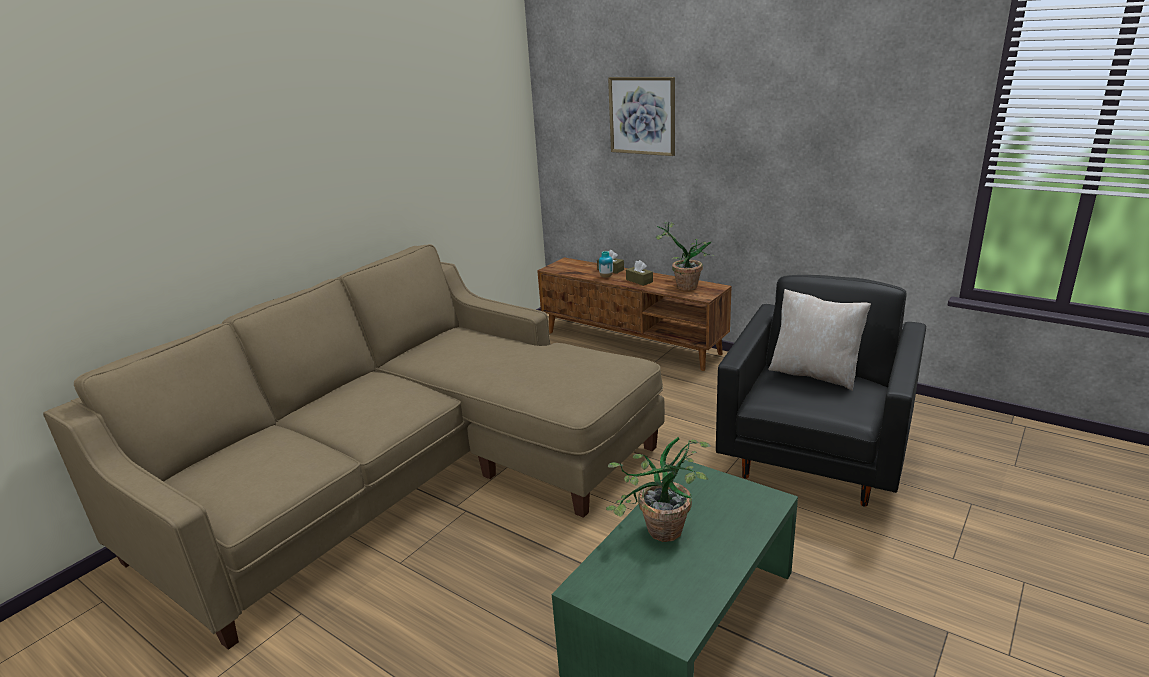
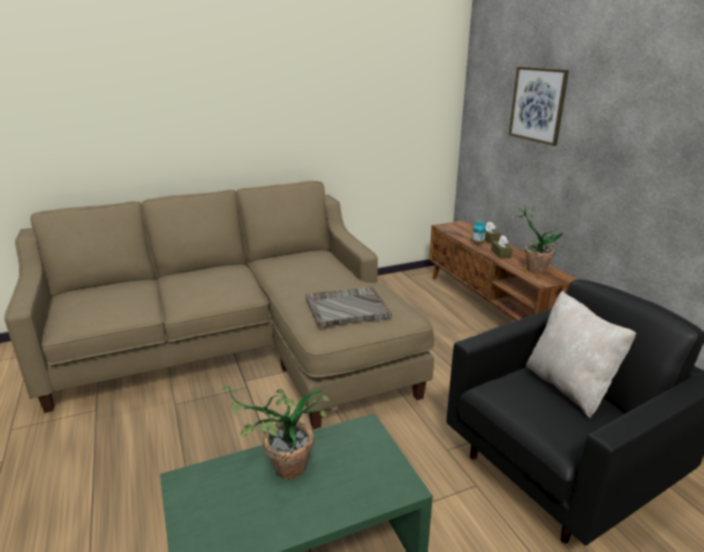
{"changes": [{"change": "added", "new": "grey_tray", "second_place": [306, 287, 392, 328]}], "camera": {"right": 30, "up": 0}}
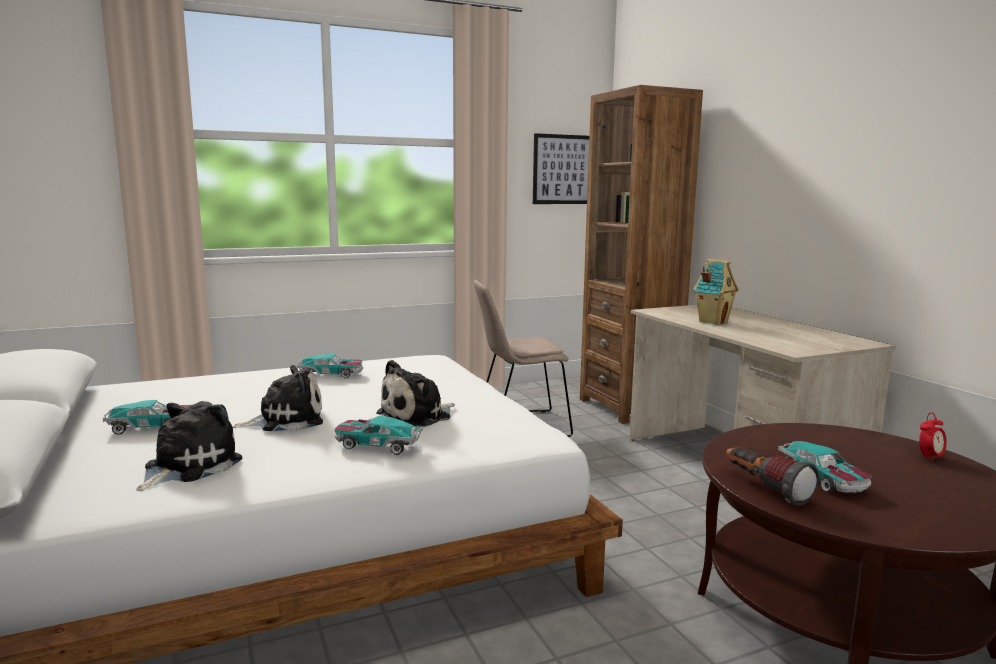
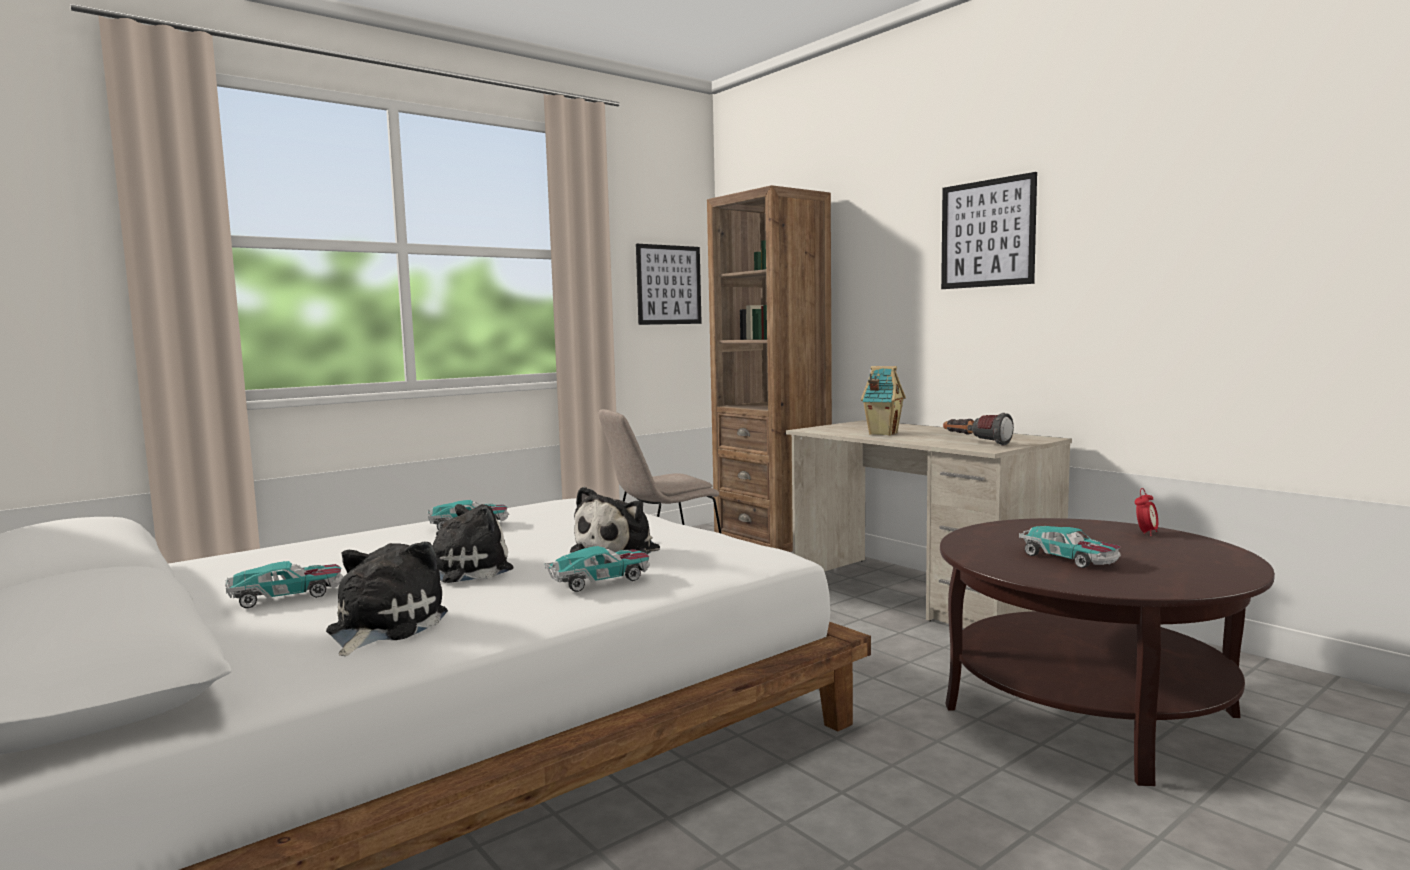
{"changes": [{"change": "turned", "old": "model_car", "first_place": [334, 416, 423, 455], "second_place": [545, 546, 650, 592], "degrees": 150}, {"change": "added", "new": "picture", "second_place": [941, 172, 1037, 289]}, {"change": "moved", "old": "hand_torch", "first_place": [726, 447, 819, 506], "second_place": [943, 413, 1014, 445]}], "camera": {"right": -15, "up": -5}}
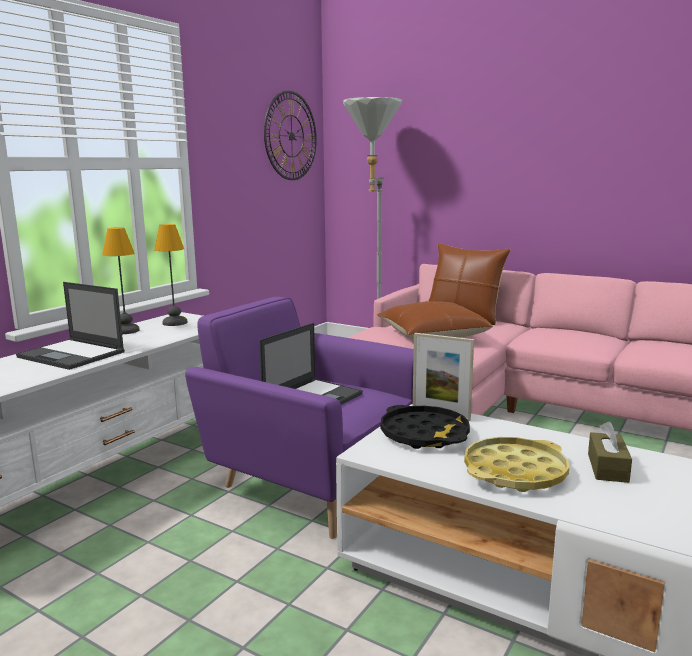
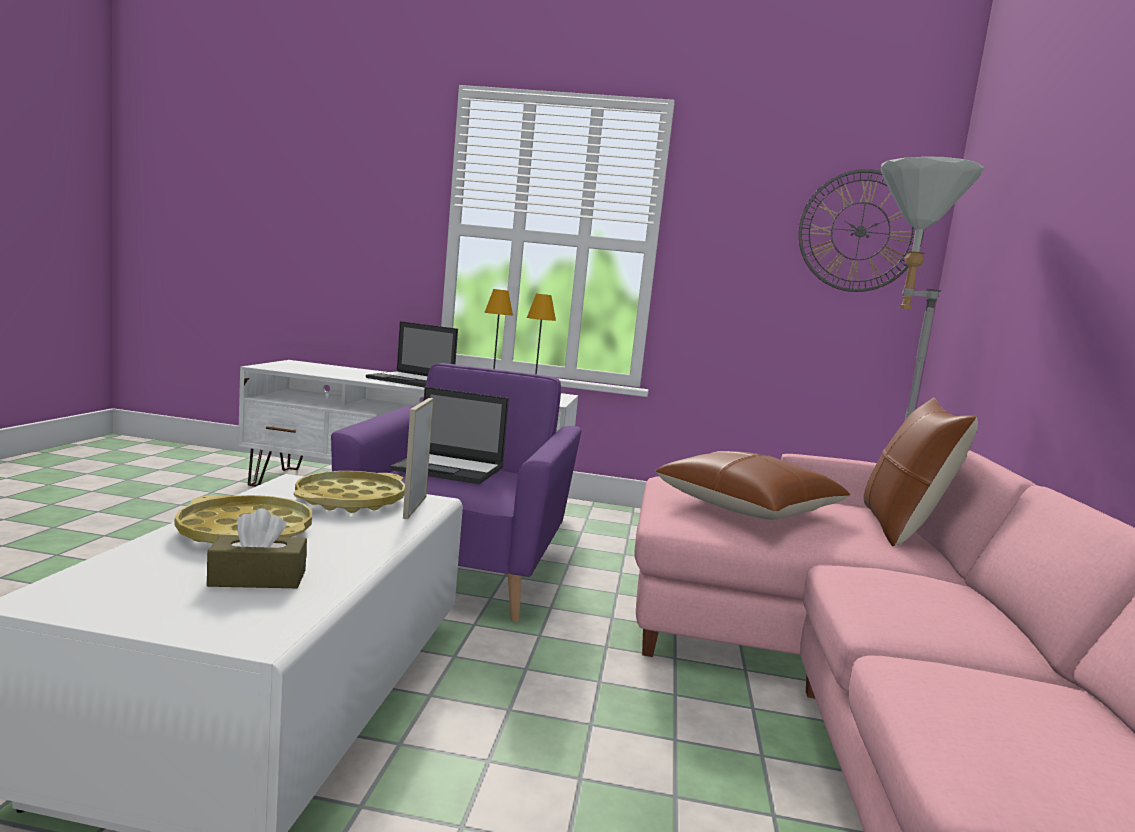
{"changes": [{"change": "recoloured", "old": "black_tray", "new": "yellow_tray", "first_place": [381, 405, 470, 449], "second_place": [294, 471, 405, 513]}, {"change": "turned", "old": "portable_computer", "first_place": [16, 282, 125, 370], "second_place": [366, 321, 458, 387], "degrees": -75}], "camera": {"right": 65, "up": -5}}
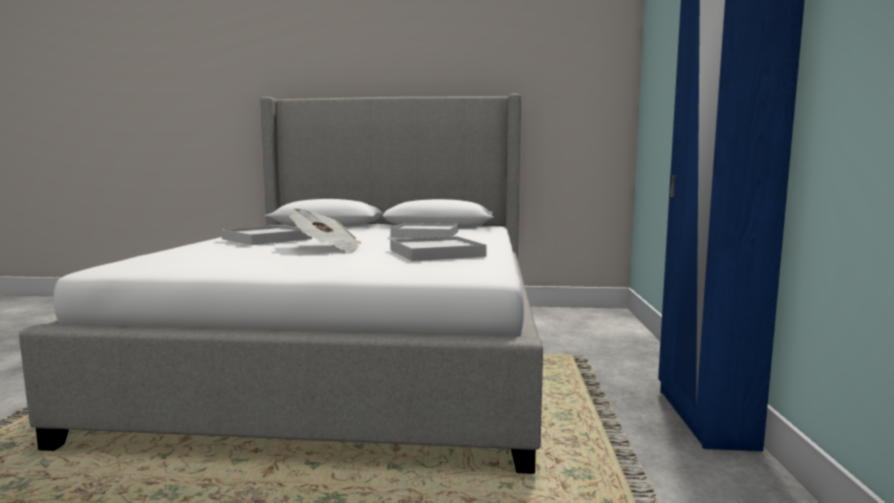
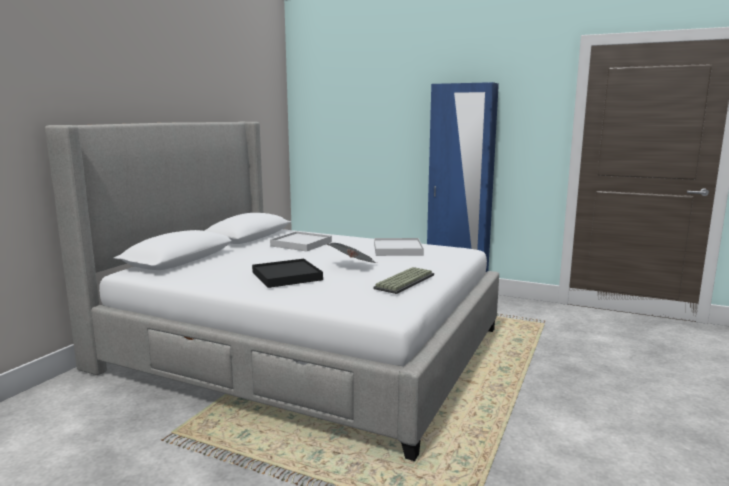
{"changes": [{"change": "recoloured", "old": "white_tray", "new": "black_tray", "first_place": [221, 225, 312, 245], "second_place": [252, 259, 323, 288]}, {"change": "added", "new": "keyboard", "second_place": [373, 267, 434, 294]}], "camera": {"right": -70, "up": 5}}
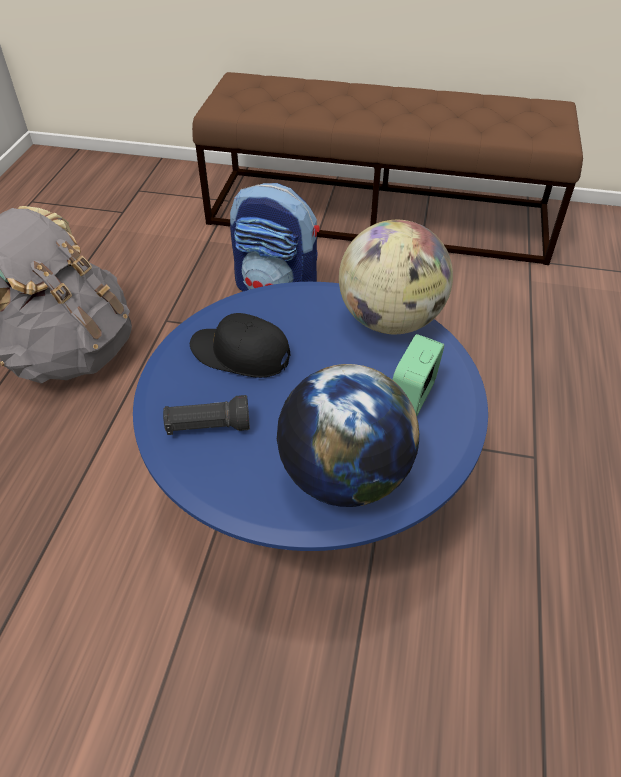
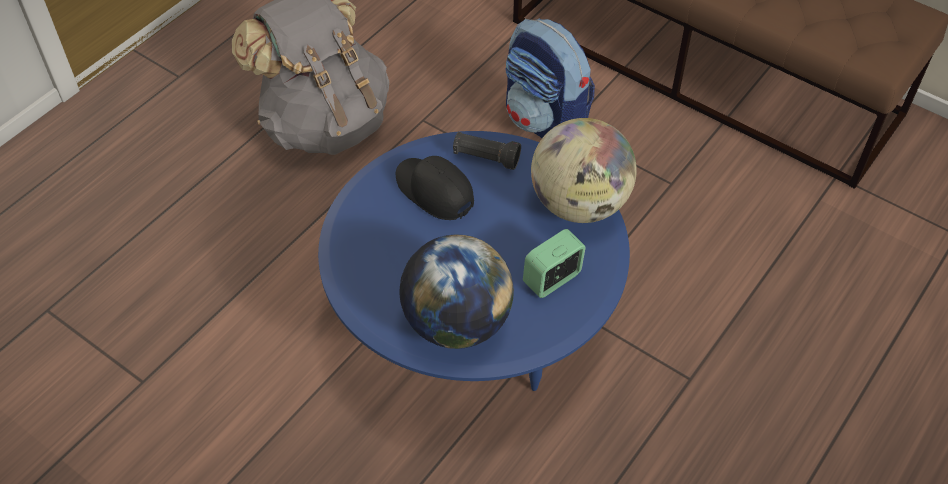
{"changes": [{"change": "moved", "old": "black_hand_torch", "first_place": [163, 395, 250, 435], "second_place": [453, 132, 521, 170]}], "camera": {"right": 25, "up": 5}}
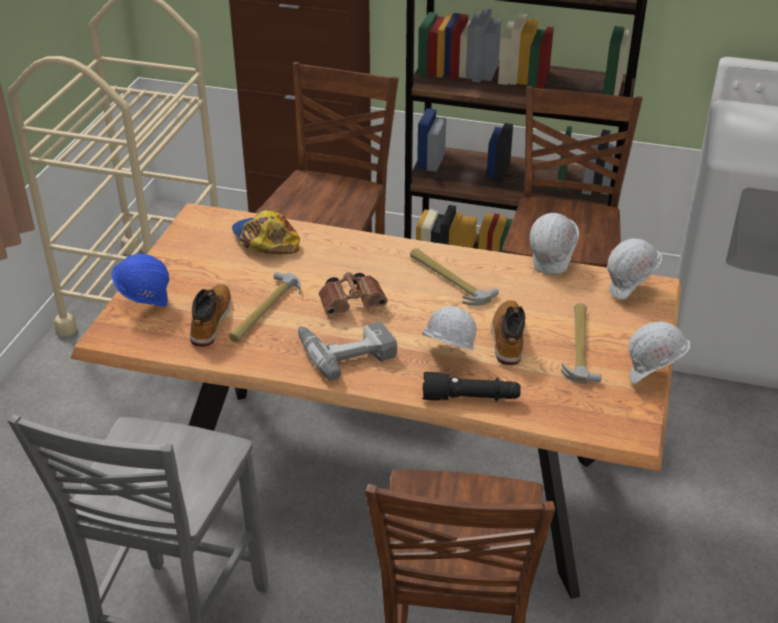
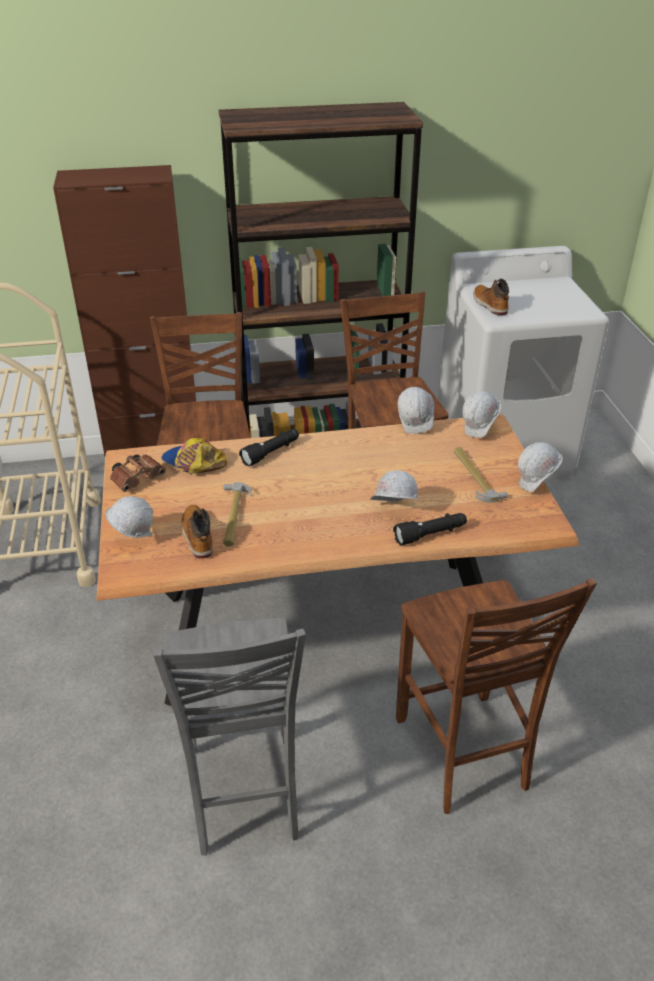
{"changes": [{"change": "recoloured", "old": "blue-coloured_hard_hat", "new": "white_hard_hat", "first_place": [112, 254, 169, 307], "second_place": [105, 496, 153, 538]}, {"change": "moved", "old": "brown_pair_of_binoculars", "first_place": [319, 272, 388, 316], "second_place": [110, 454, 166, 492]}, {"change": "added", "new": "black_hand_torch", "second_place": [239, 429, 299, 466]}, {"change": "moved", "old": "high-top_boot", "first_place": [491, 300, 526, 365], "second_place": [474, 278, 509, 315]}, {"change": "removed", "old": "drill", "first_place": [298, 321, 397, 381]}, {"change": "removed", "old": "hand_hammer", "first_place": [410, 248, 499, 306]}], "camera": {"right": -25, "up": 0}}
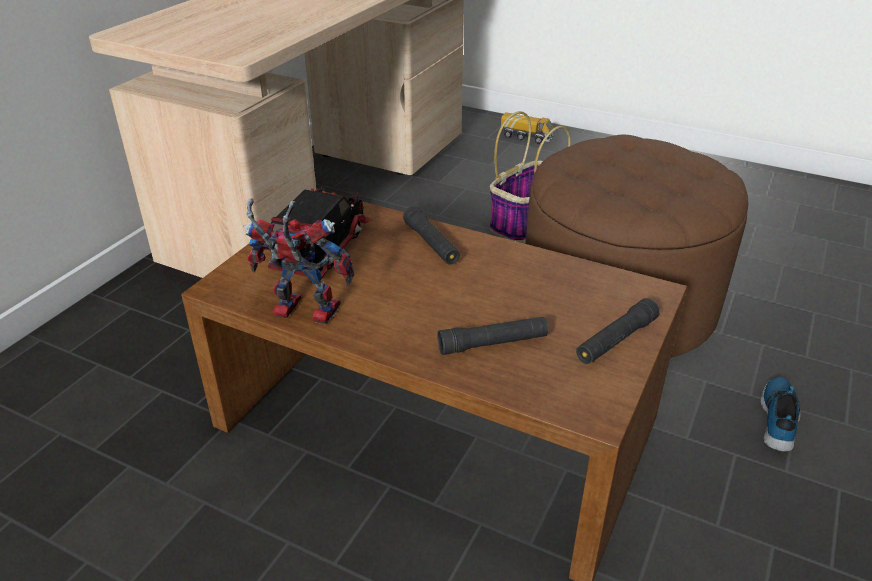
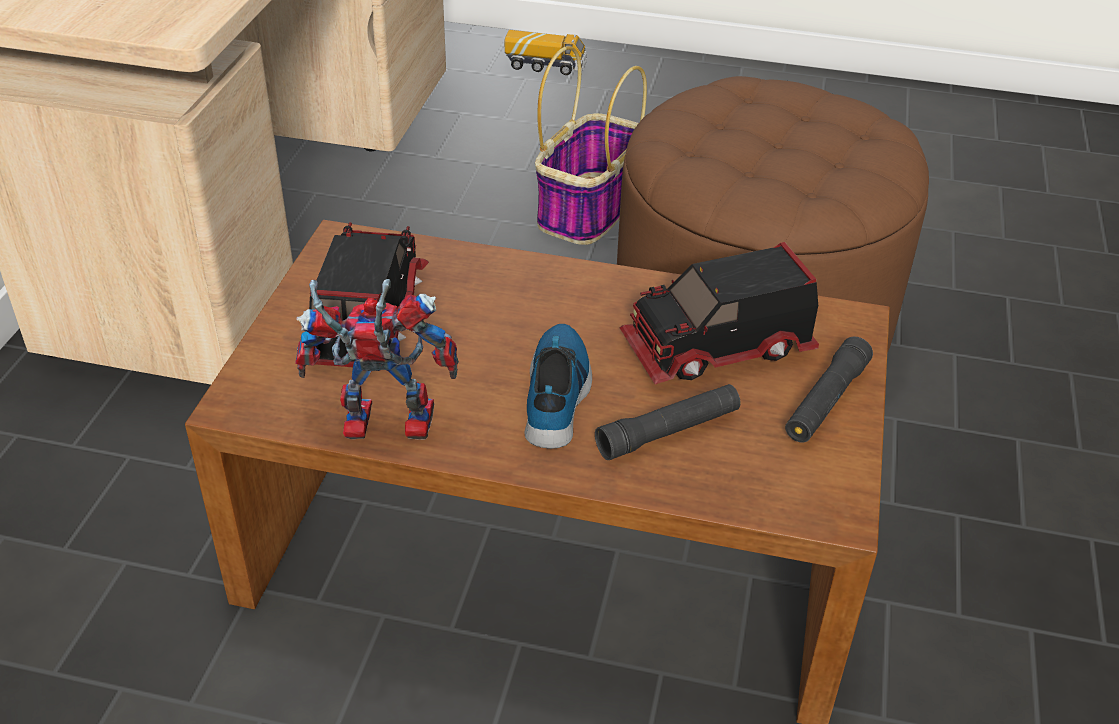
{"changes": [{"change": "moved", "old": "shoe", "first_place": [761, 377, 801, 452], "second_place": [524, 324, 592, 449]}, {"change": "added", "new": "toy_lorry", "second_place": [620, 242, 819, 384]}, {"change": "removed", "old": "black_hand_torch", "first_place": [403, 206, 460, 265]}], "camera": {"right": -15, "up": 5}}
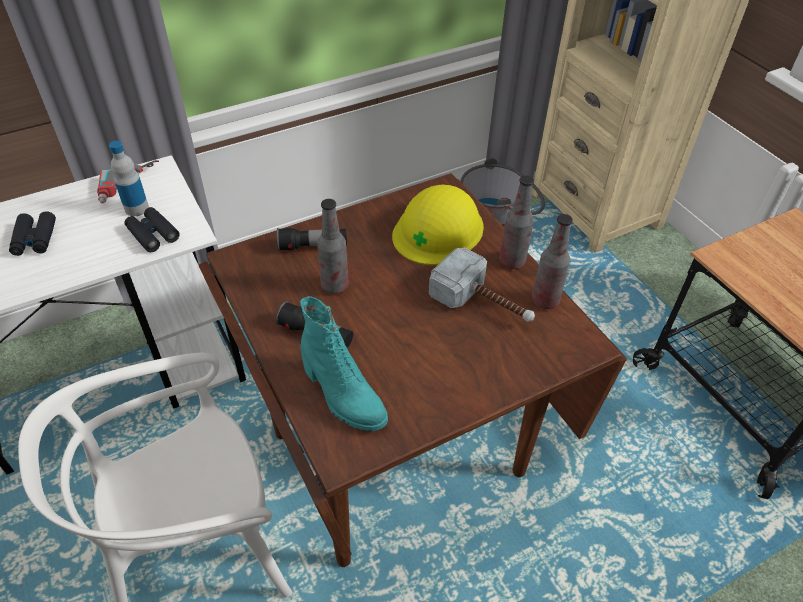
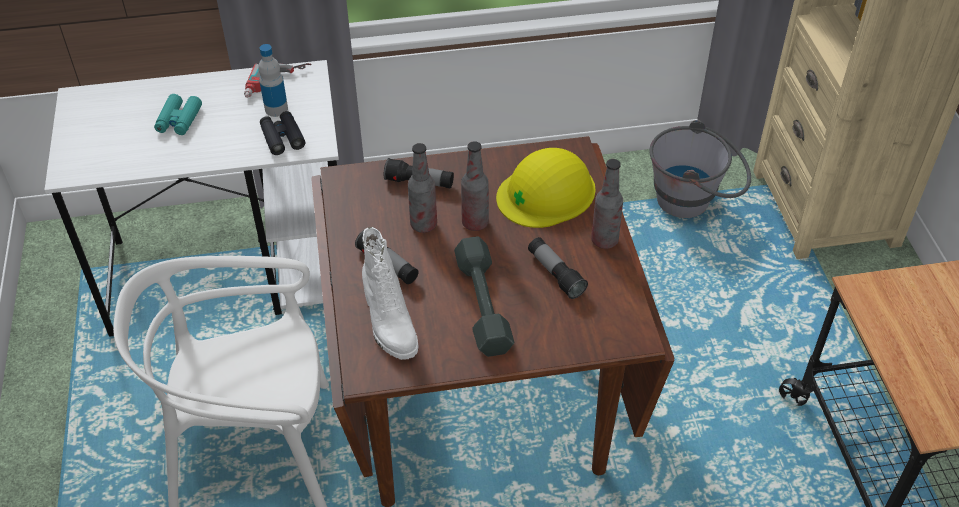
{"changes": [{"change": "recoloured", "old": "black_pair_of_binoculars", "new": "turquoise_pair_of_binoculars", "first_place": [9, 211, 56, 256], "second_place": [154, 94, 202, 135]}, {"change": "recoloured", "old": "turquoise_high-top_boot", "new": "white_high-top_boot", "first_place": [300, 296, 388, 432], "second_place": [362, 227, 418, 360]}, {"change": "added", "new": "grey_hand_weight", "second_place": [454, 236, 514, 357]}, {"change": "moved", "old": "drink_bottle", "first_place": [532, 214, 573, 309], "second_place": [461, 141, 489, 231]}, {"change": "replaced", "old": "hand_hammer", "new": "hand_torch", "first_place": [429, 248, 535, 322], "second_place": [528, 237, 588, 299]}], "camera": {"right": 20, "up": 0}}
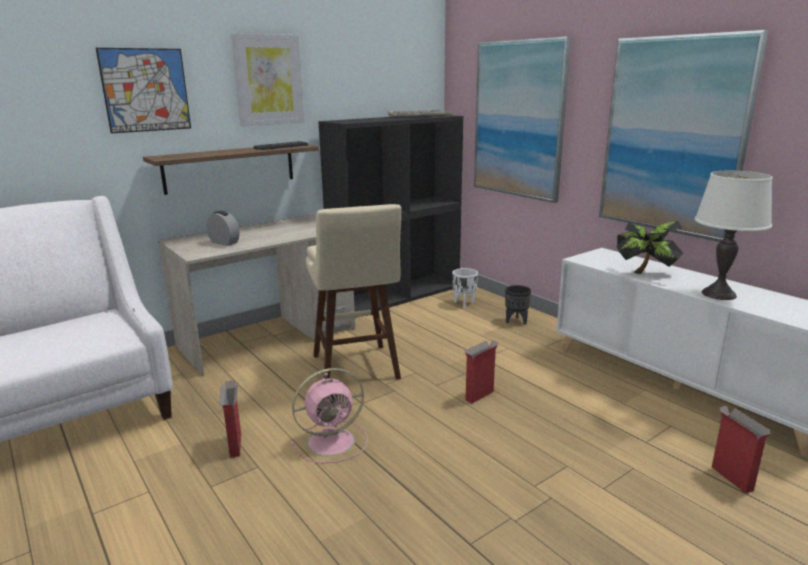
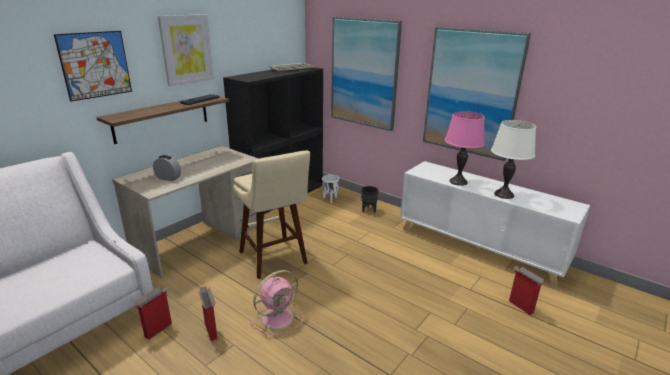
{"changes": [{"change": "moved", "old": "cardboard_box", "first_place": [465, 340, 498, 404], "second_place": [135, 285, 172, 340]}, {"change": "replaced", "old": "plant_in_a_pot", "new": "pinkish_table_lamp", "first_place": [617, 221, 684, 274], "second_place": [445, 111, 485, 186]}], "camera": {"right": -15, "up": 5}}
